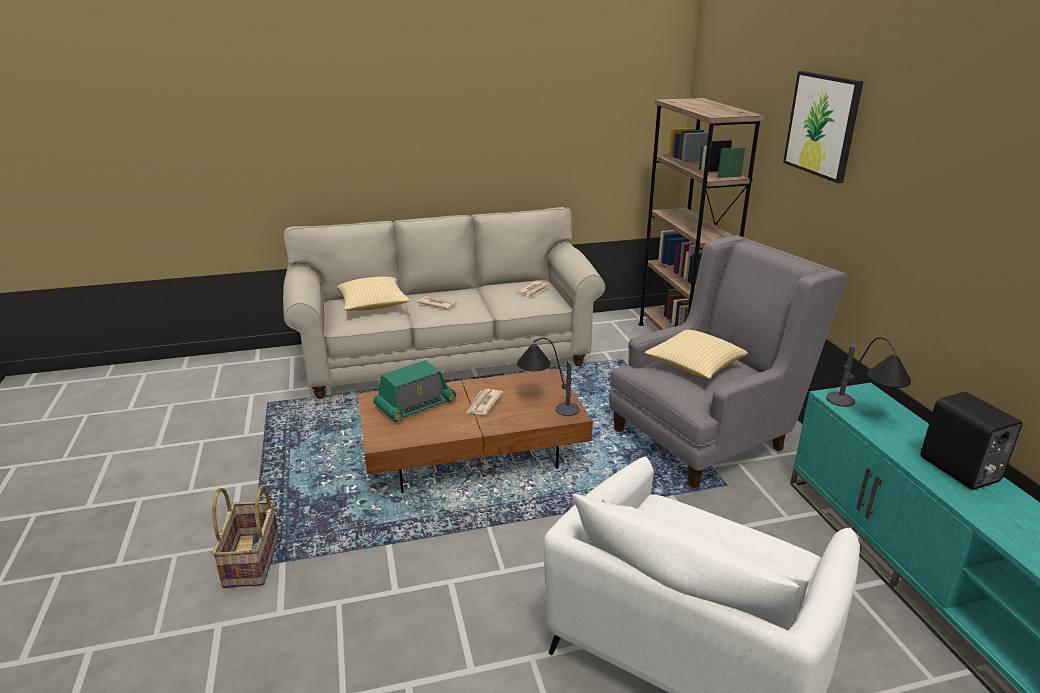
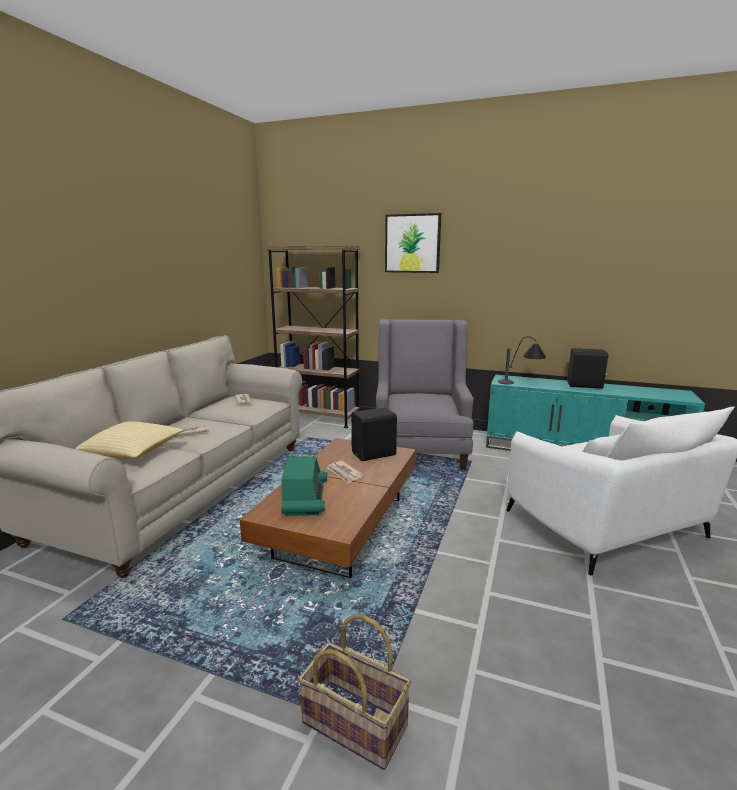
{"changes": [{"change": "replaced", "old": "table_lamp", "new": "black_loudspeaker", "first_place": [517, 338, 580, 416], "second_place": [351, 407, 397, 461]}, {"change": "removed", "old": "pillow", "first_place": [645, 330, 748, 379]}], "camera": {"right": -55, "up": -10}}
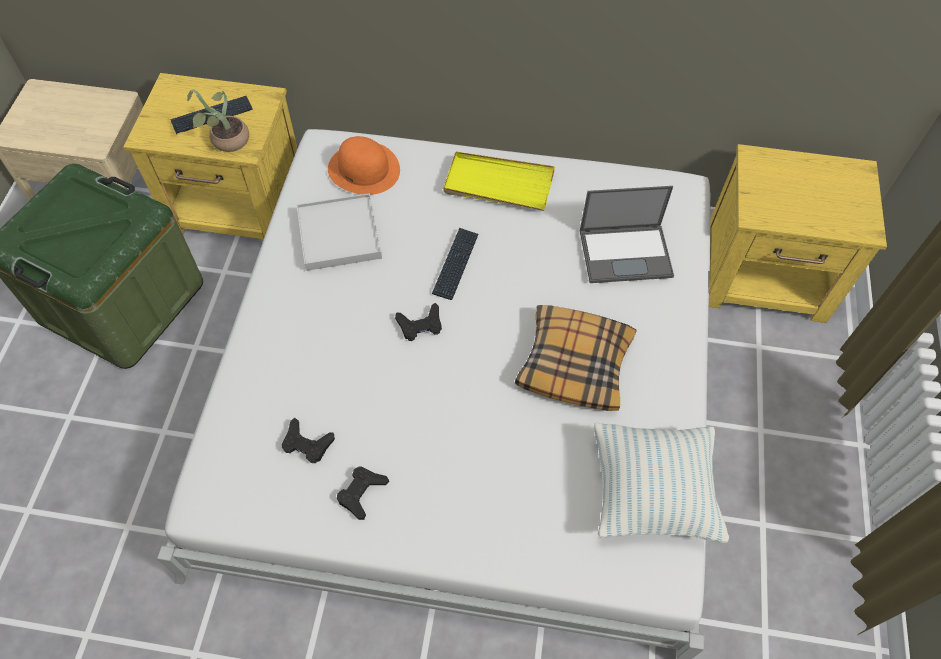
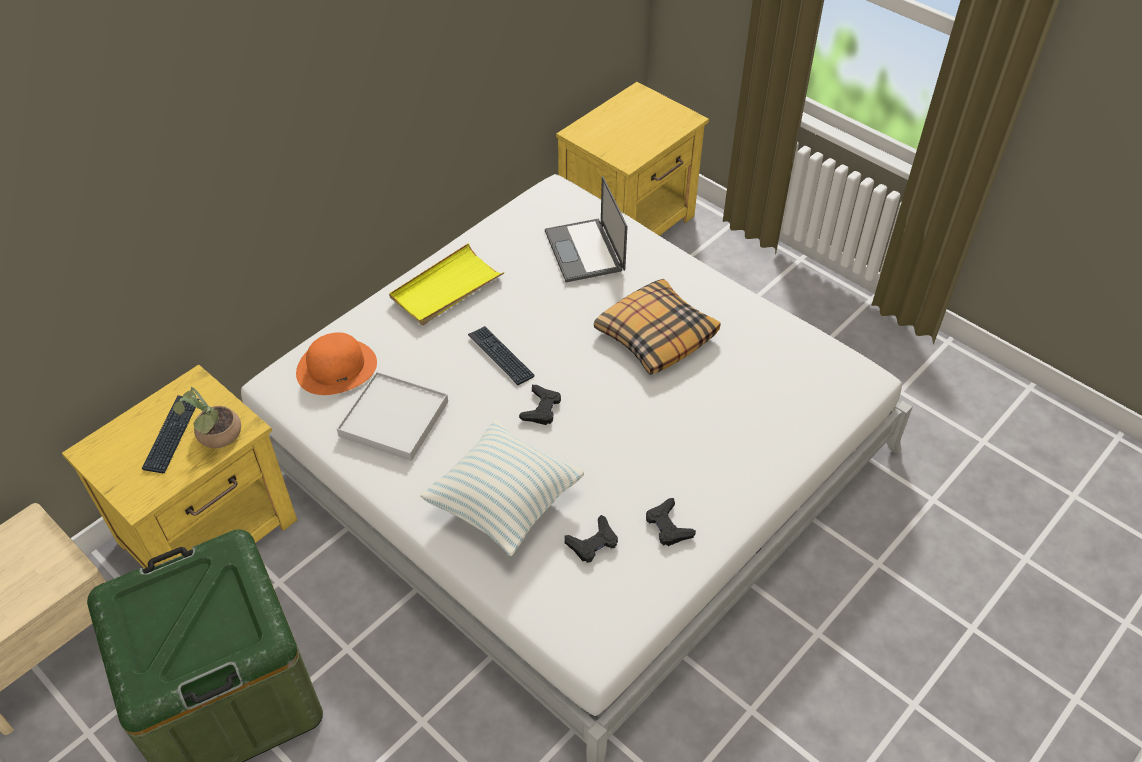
{"changes": [{"change": "moved", "old": "pillow", "first_place": [594, 423, 729, 543], "second_place": [420, 420, 584, 556]}, {"change": "turned", "old": "portable_computer", "first_place": [580, 186, 674, 283], "second_place": [545, 176, 628, 282], "degrees": 135}], "camera": {"right": -55, "up": -10}}
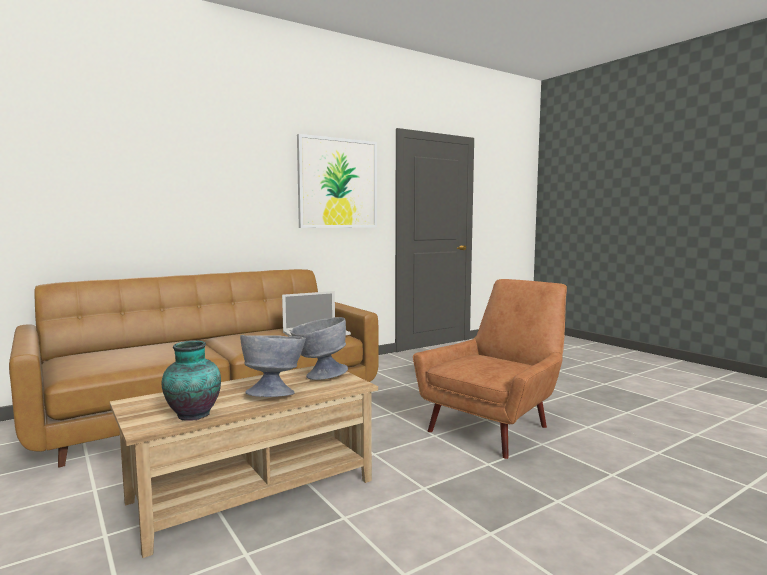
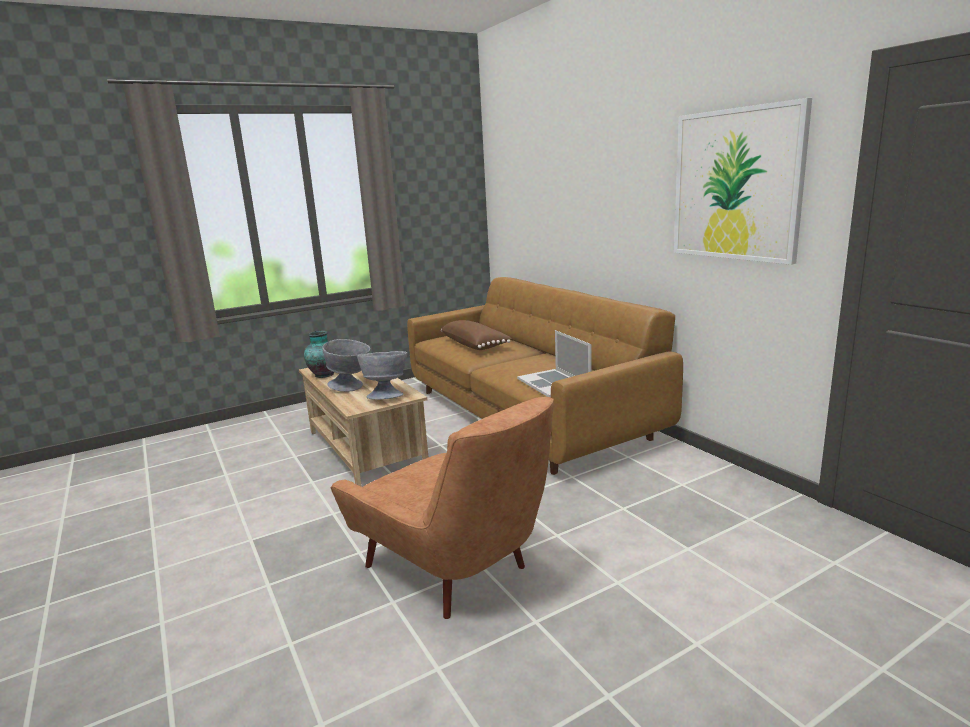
{"changes": [{"change": "added", "new": "brown_pillow", "second_place": [441, 320, 512, 350]}], "camera": {"right": 95, "up": 10}}
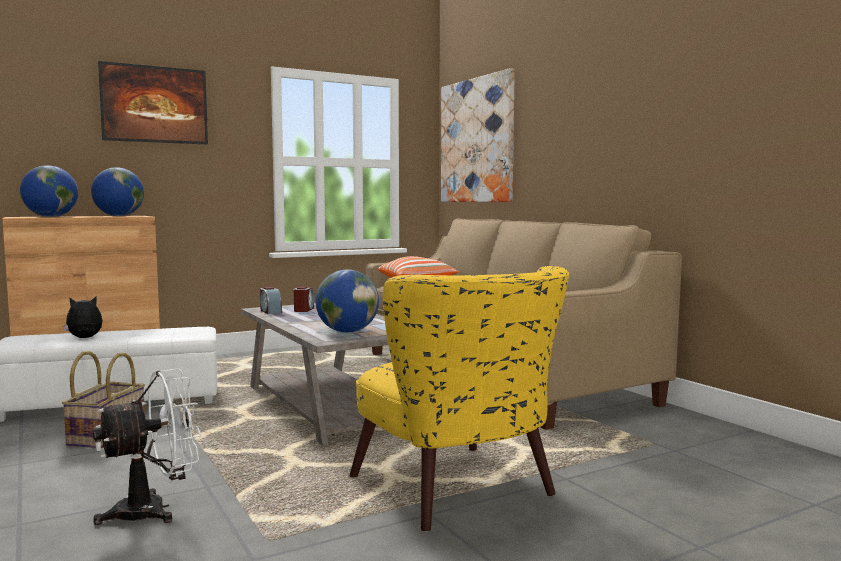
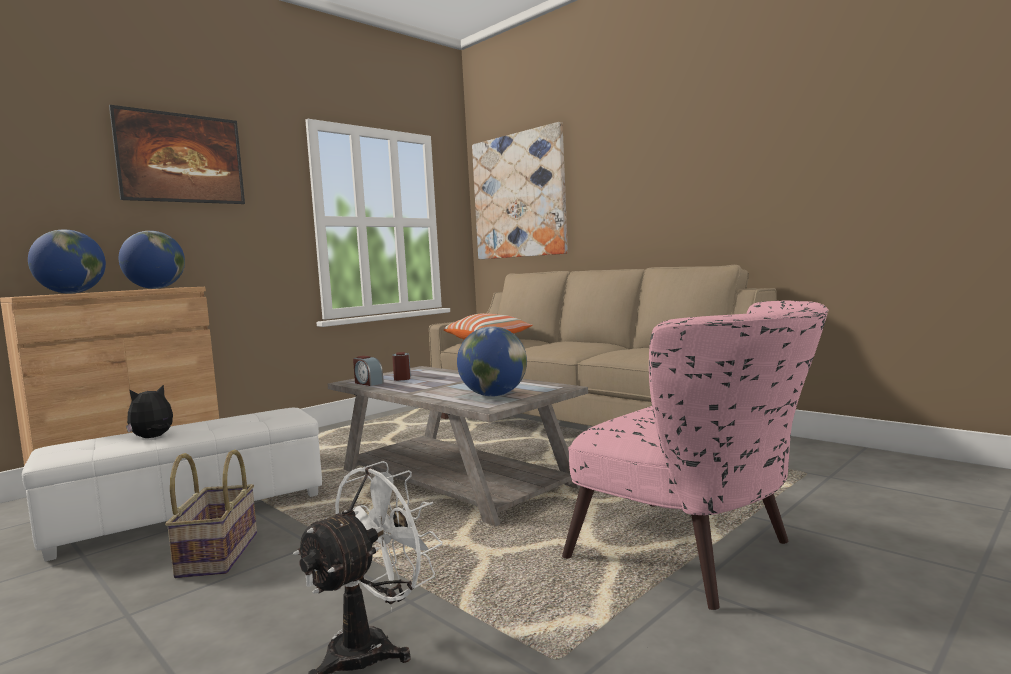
{"changes": [{"change": "recoloured", "old": "yellow_easy_chair", "new": "pinkish_easy_chair", "first_place": [350, 266, 570, 532], "second_place": [562, 301, 829, 610]}], "camera": {"right": -15, "up": 0}}
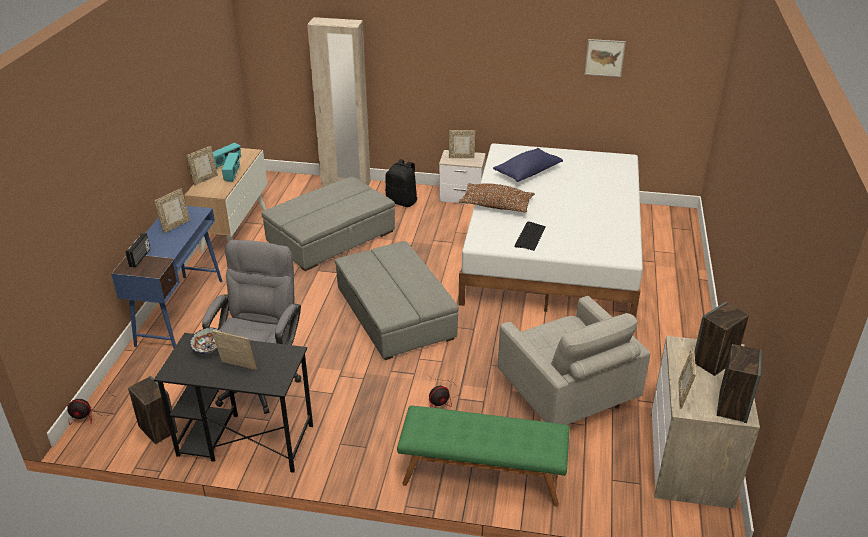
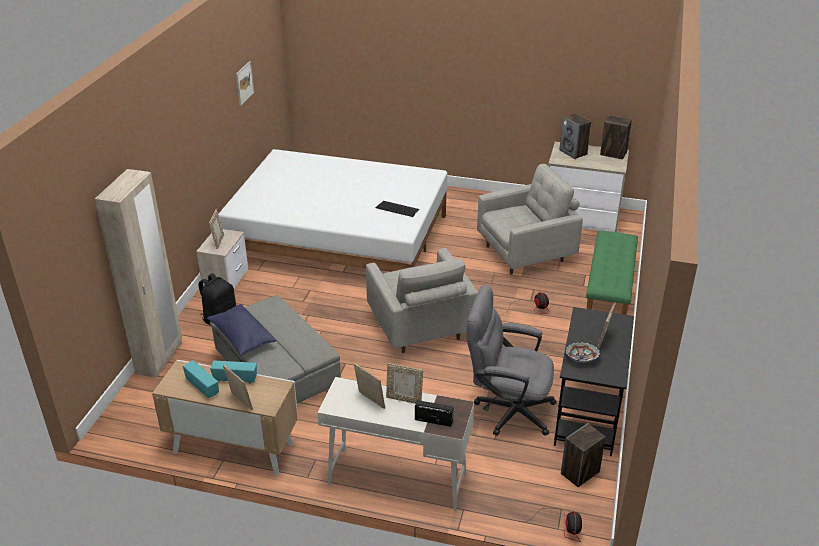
{"changes": [{"change": "moved", "old": "blue-coloured_pillow", "first_place": [493, 148, 563, 182], "second_place": [207, 304, 276, 356]}, {"change": "recoloured", "old": "blue-coloured_desk_table", "new": "white_desk_table", "first_place": [111, 206, 222, 348], "second_place": [317, 377, 474, 511]}, {"change": "replaced", "old": "grey_ottoman", "new": "grey_easy_chair", "first_place": [334, 241, 459, 360], "second_place": [366, 248, 478, 353]}, {"change": "moved", "old": "picture_frame", "first_place": [678, 347, 696, 409], "second_place": [386, 363, 423, 404]}, {"change": "removed", "old": "brown_pillow", "first_place": [459, 183, 535, 213]}], "camera": {"right": -85, "up": 0}}
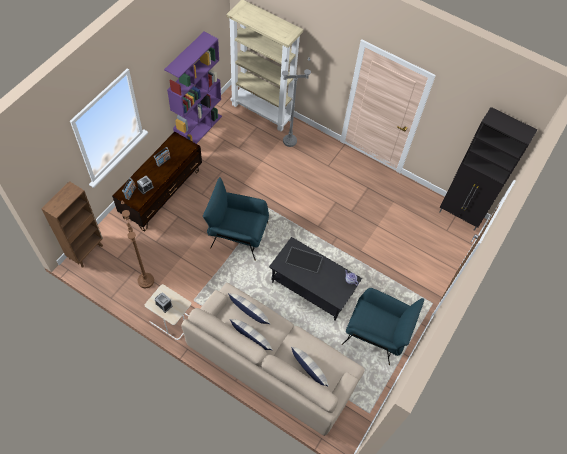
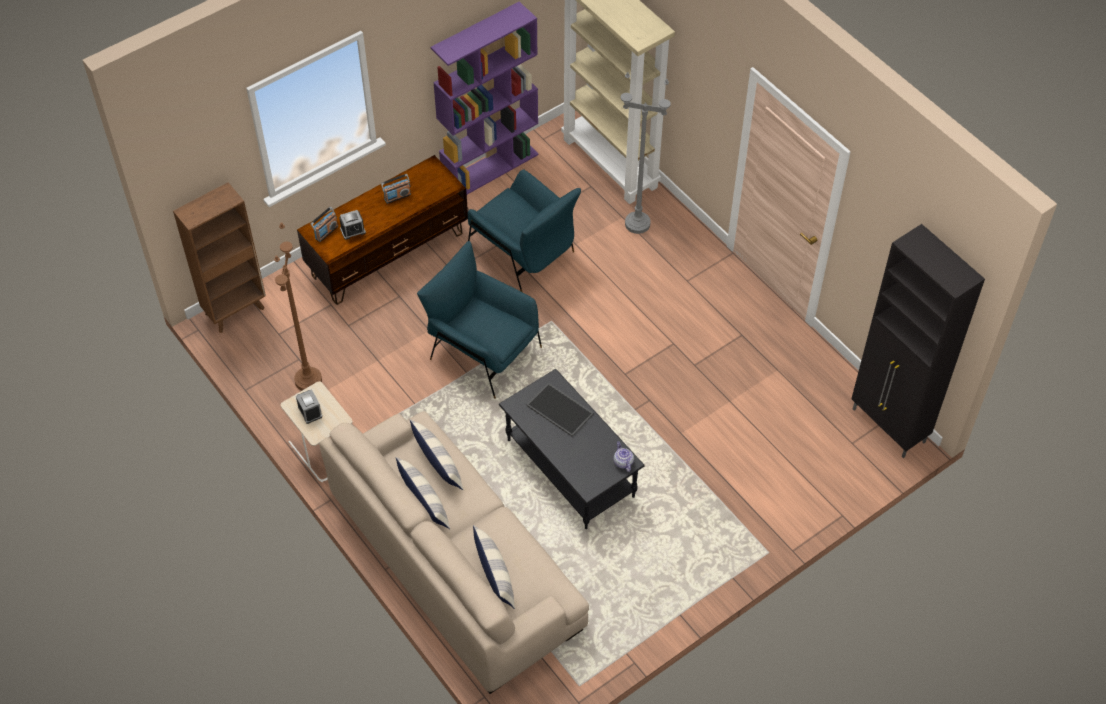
{"changes": [{"change": "moved", "old": "blue-coloured_easy_chair", "first_place": [342, 288, 424, 365], "second_place": [468, 169, 581, 292]}], "camera": {"right": 25, "up": -5}}
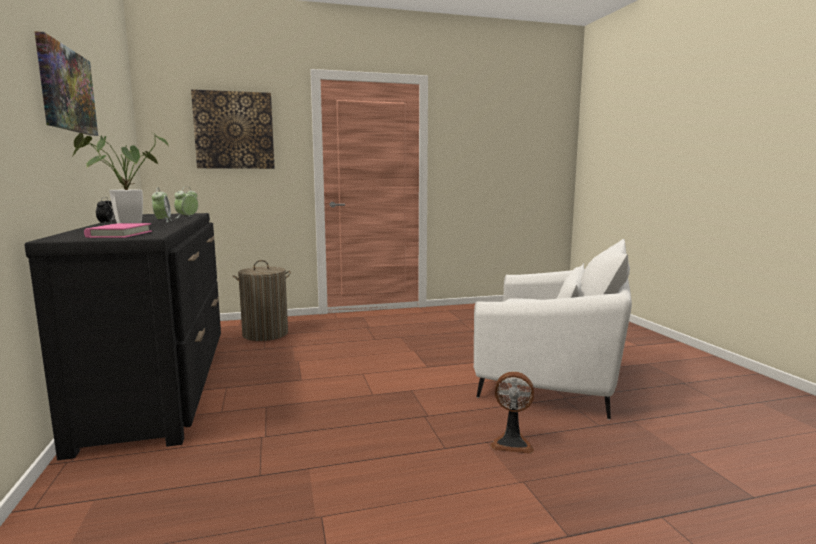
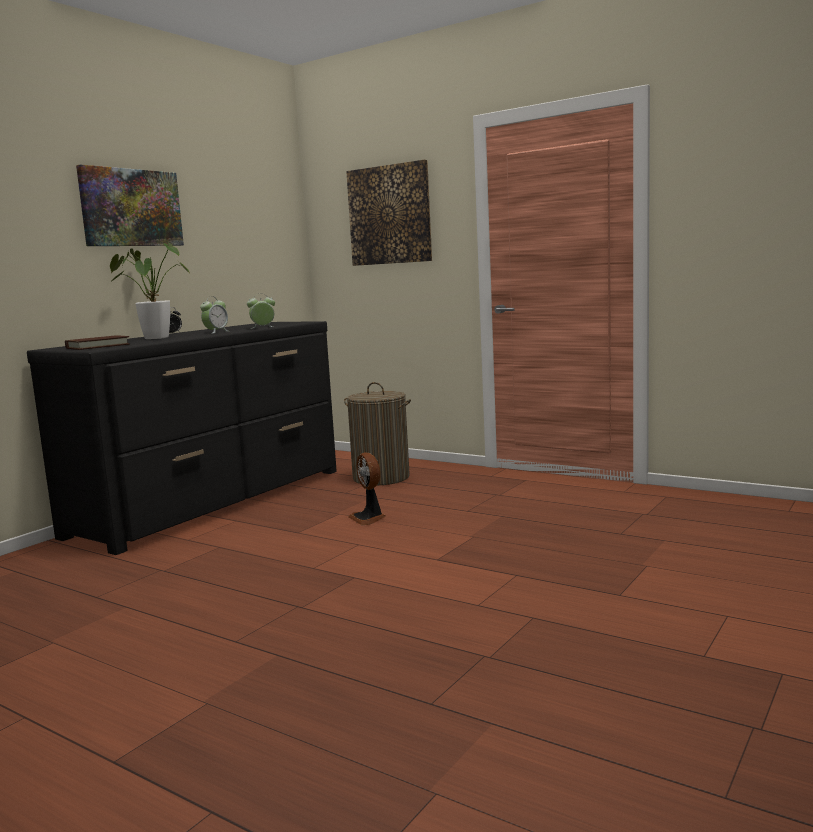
{"changes": [{"change": "recoloured", "old": "pinkish_bound_book", "new": "brown_bound_book", "first_place": [84, 223, 152, 238], "second_place": [65, 335, 130, 350]}, {"change": "moved", "old": "fan", "first_place": [490, 372, 534, 454], "second_place": [348, 453, 386, 525]}, {"change": "removed", "old": "white_easy_chair", "first_place": [474, 239, 632, 420]}], "camera": {"right": 50, "up": 0}}
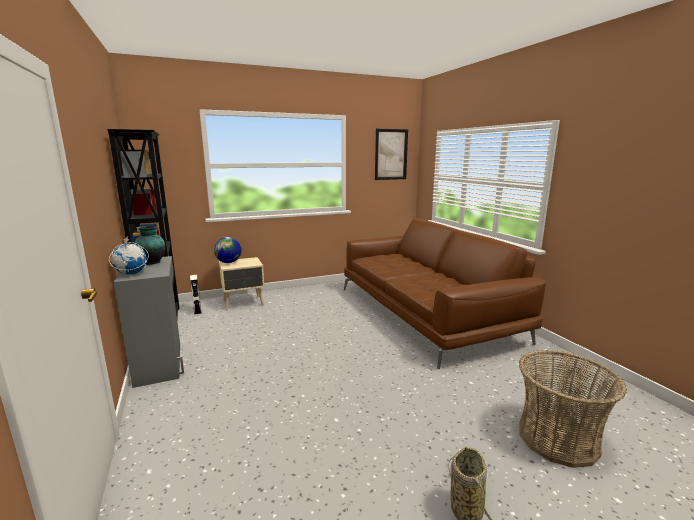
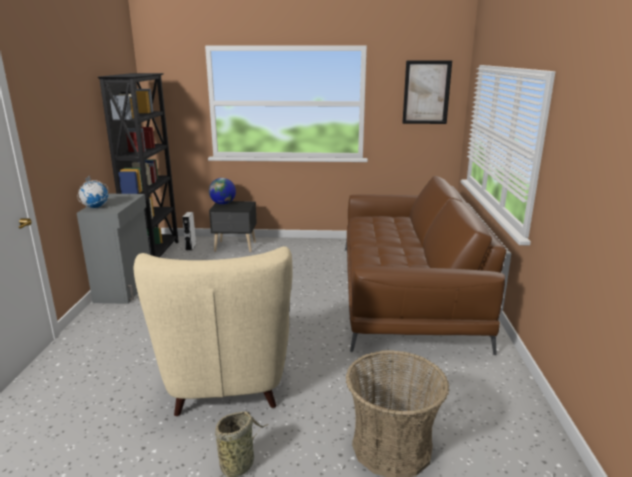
{"changes": [{"change": "added", "new": "sand-coloured_easy_chair", "second_place": [133, 246, 293, 416]}, {"change": "recoloured", "old": "sand-coloured_bedside_table", "new": "black_bedside_table", "first_place": [219, 257, 264, 311], "second_place": [209, 201, 257, 252]}, {"change": "removed", "old": "vase", "first_place": [134, 226, 165, 265]}], "camera": {"right": 25, "up": 5}}
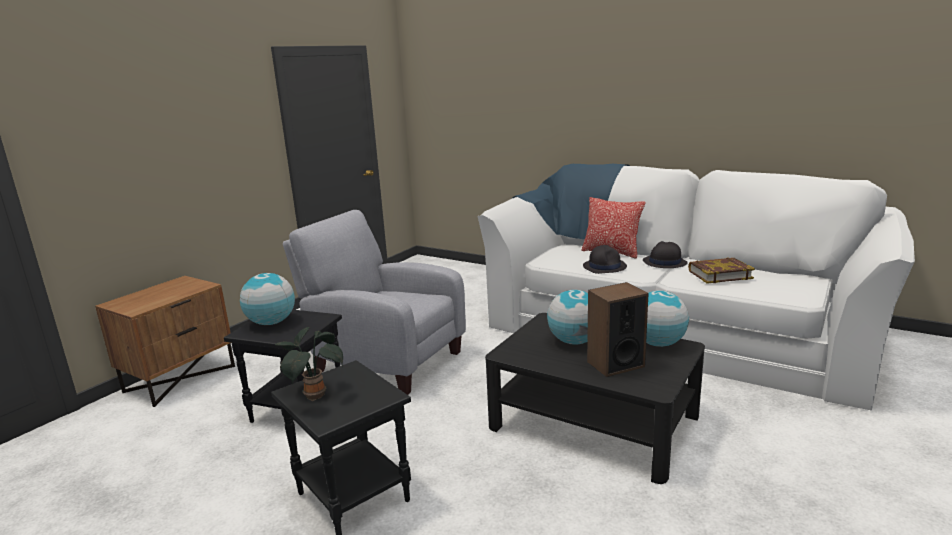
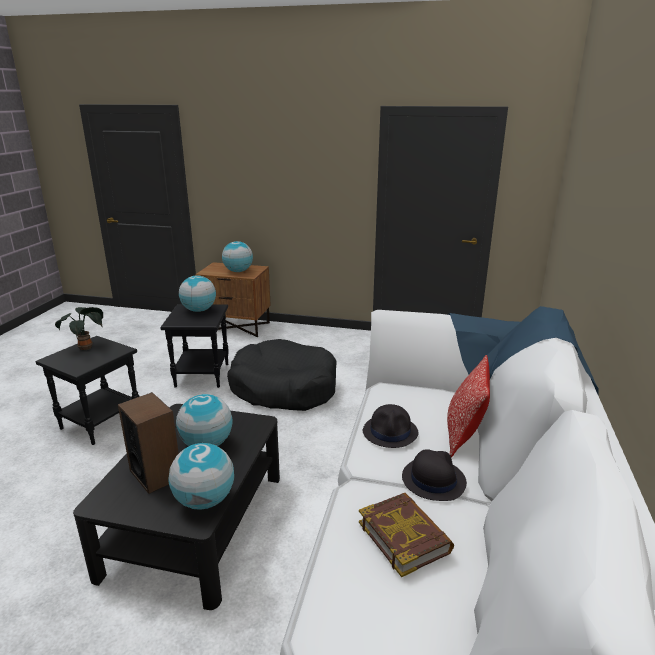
{"changes": [{"change": "added", "new": "desk_globe", "second_place": [222, 241, 253, 272]}, {"change": "replaced", "old": "grey_easy_chair", "new": "black_pet_bed", "first_place": [283, 210, 466, 395], "second_place": [227, 339, 337, 411]}], "camera": {"right": 70, "up": 5}}
